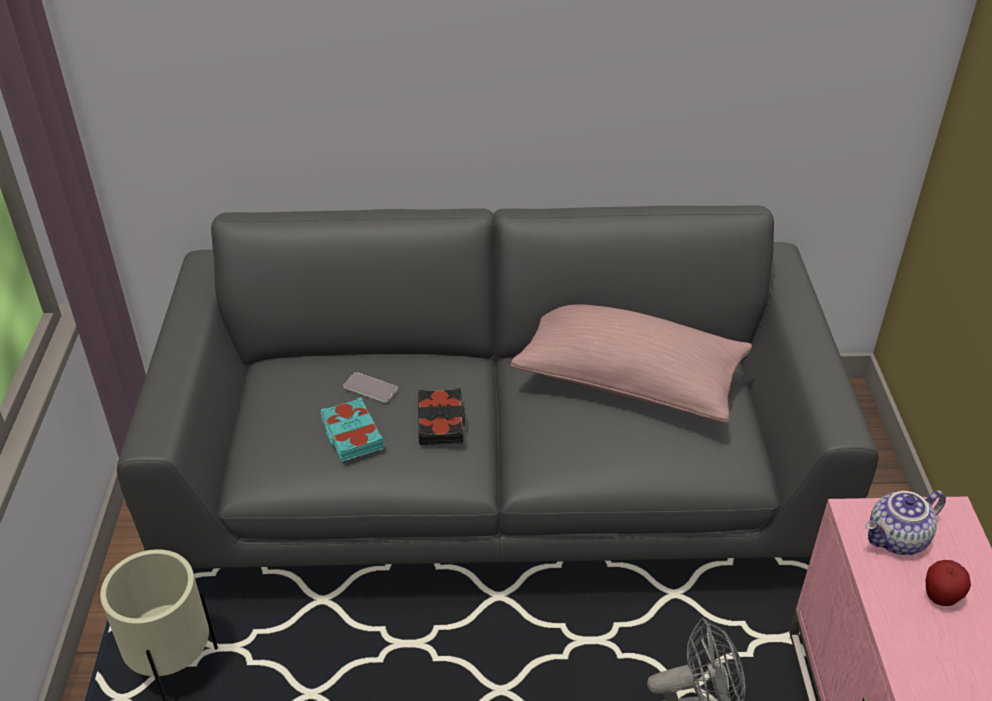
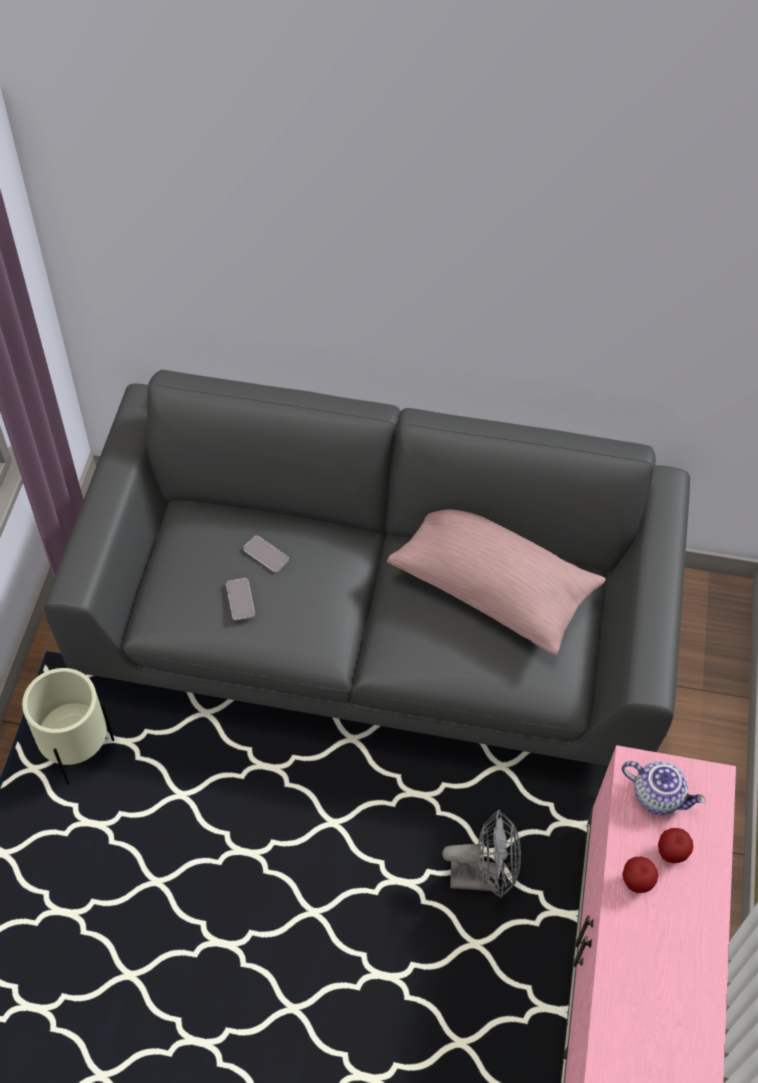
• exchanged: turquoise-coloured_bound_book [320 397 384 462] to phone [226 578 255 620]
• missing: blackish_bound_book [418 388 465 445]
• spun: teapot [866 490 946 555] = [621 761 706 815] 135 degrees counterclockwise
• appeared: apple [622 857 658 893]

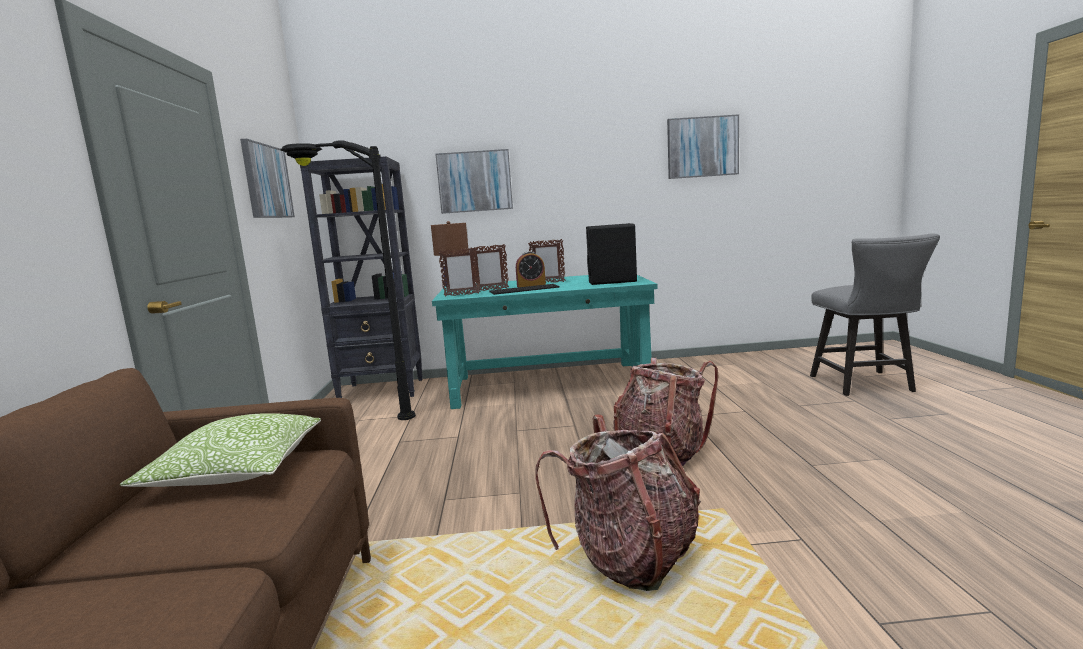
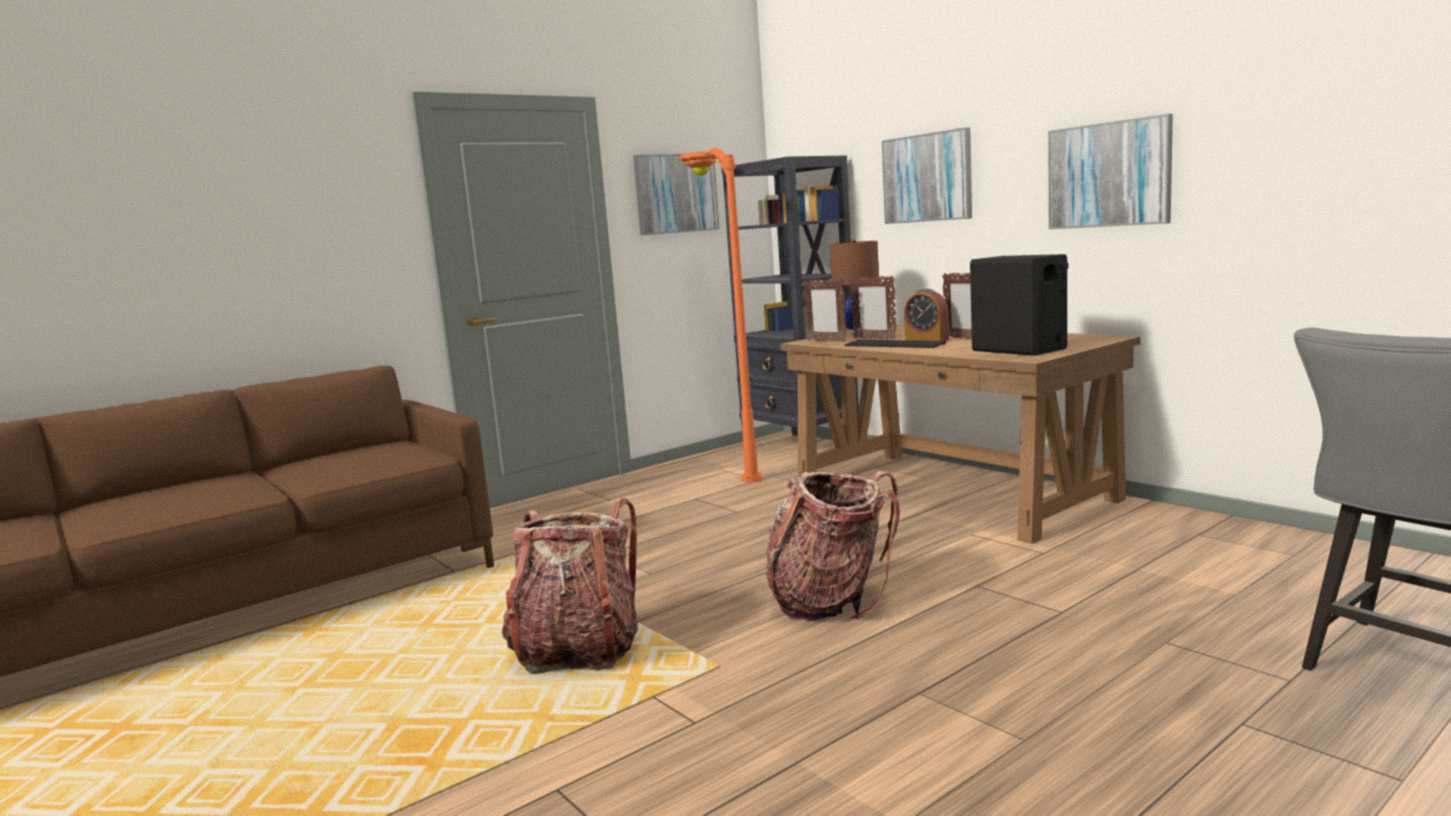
• missing: pillow [120 413 321 487]
• colour: blackish_standard_lamp [280 140 416 420] to orange-coloured_standard_lamp [678 147 763 482]
• colour: turquoise-coloured_desk [432 275 658 409] to brown-coloured_desk [780 325 1141 544]
• relocated: picture [667 114 739 179] to [1048 114 1173 229]

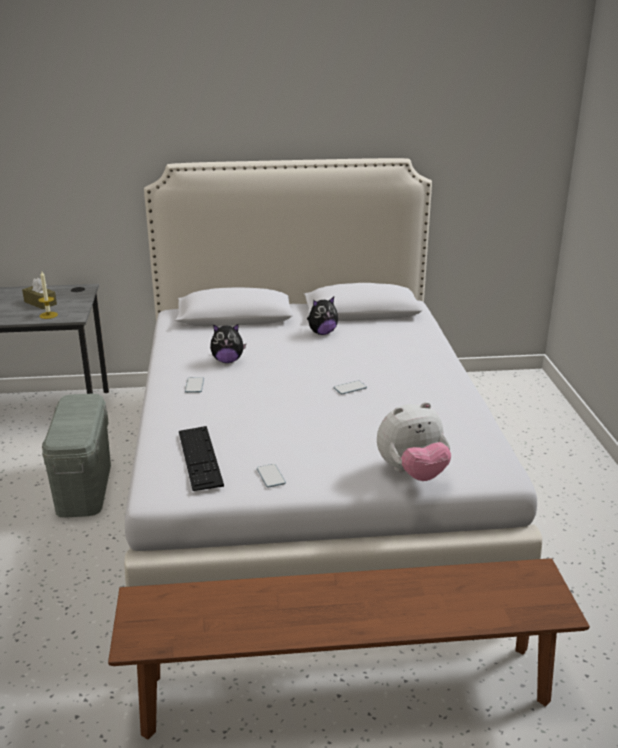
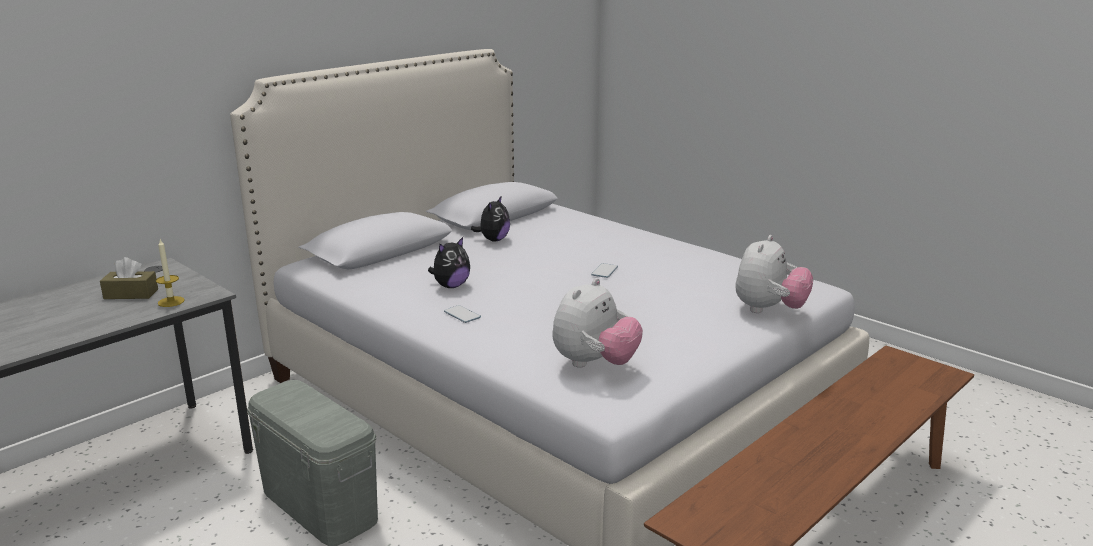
• exchanged: keyboard [179 426 224 491] to plush_toy [552 278 643 368]
• missing: phone [257 464 286 488]

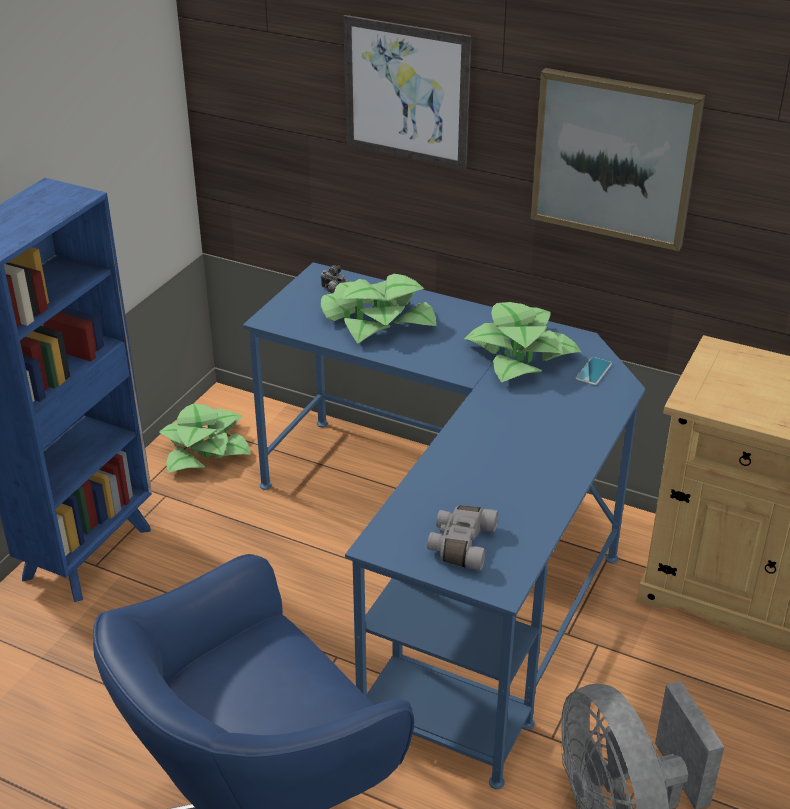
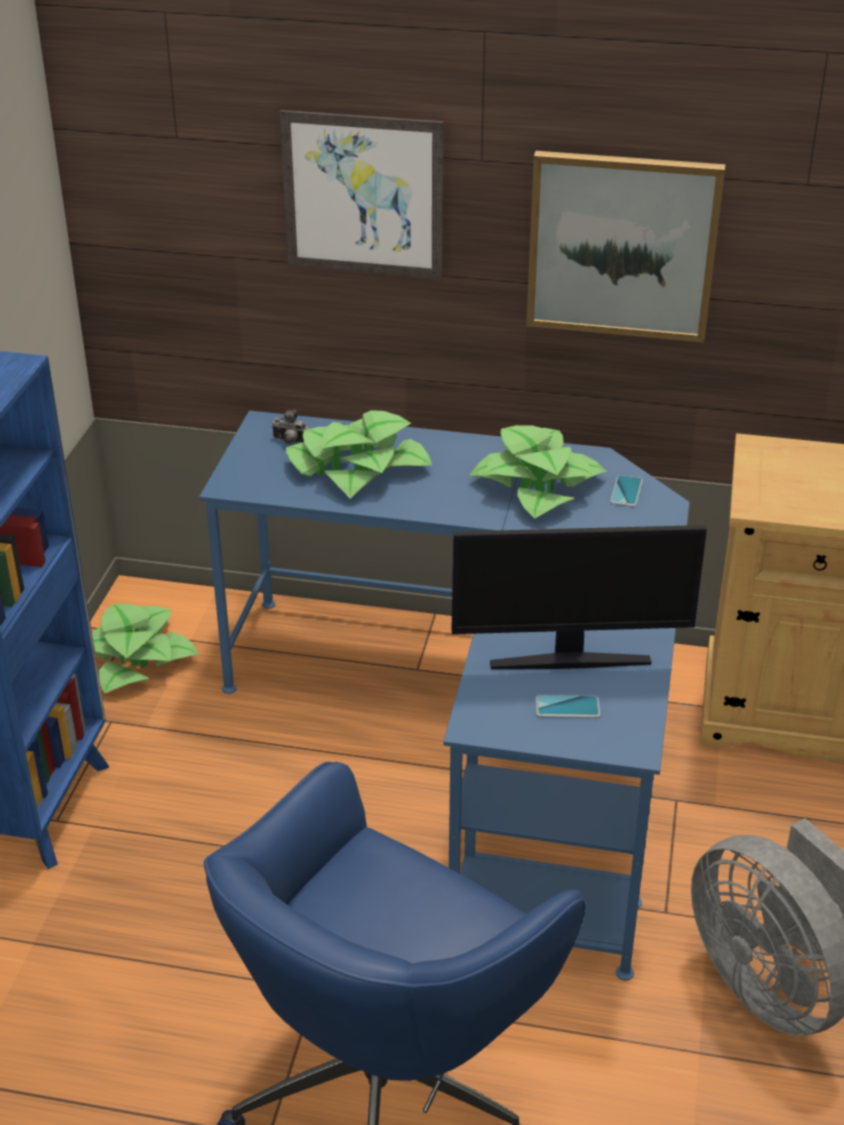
• exchanged: gray_binoculars [427 505 498 570] to phone [536 695 600 718]
• appeared: computer_screen [451 525 707 669]

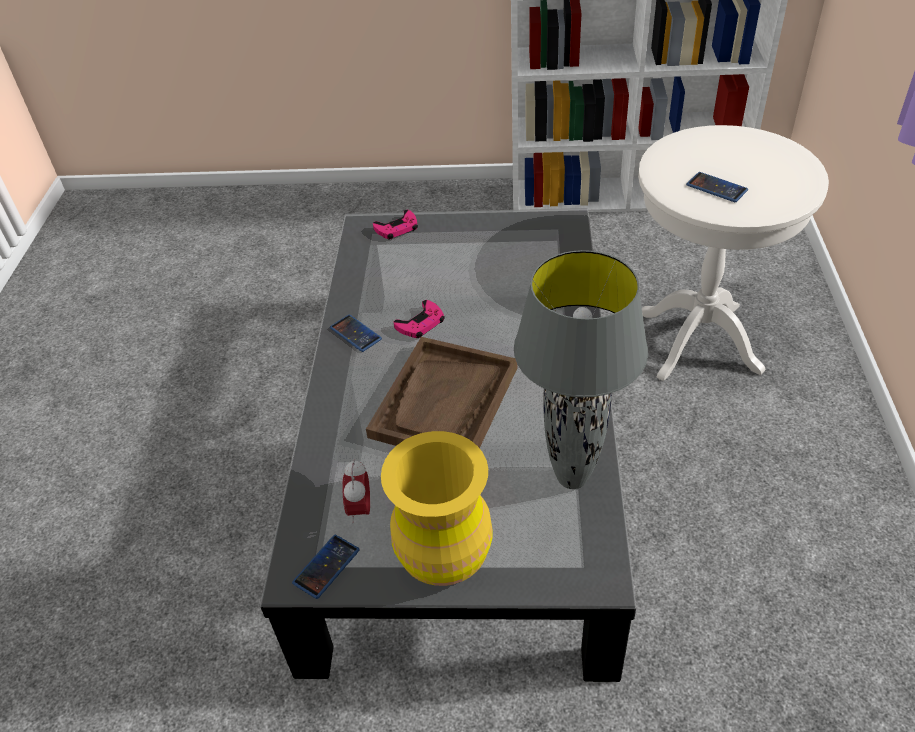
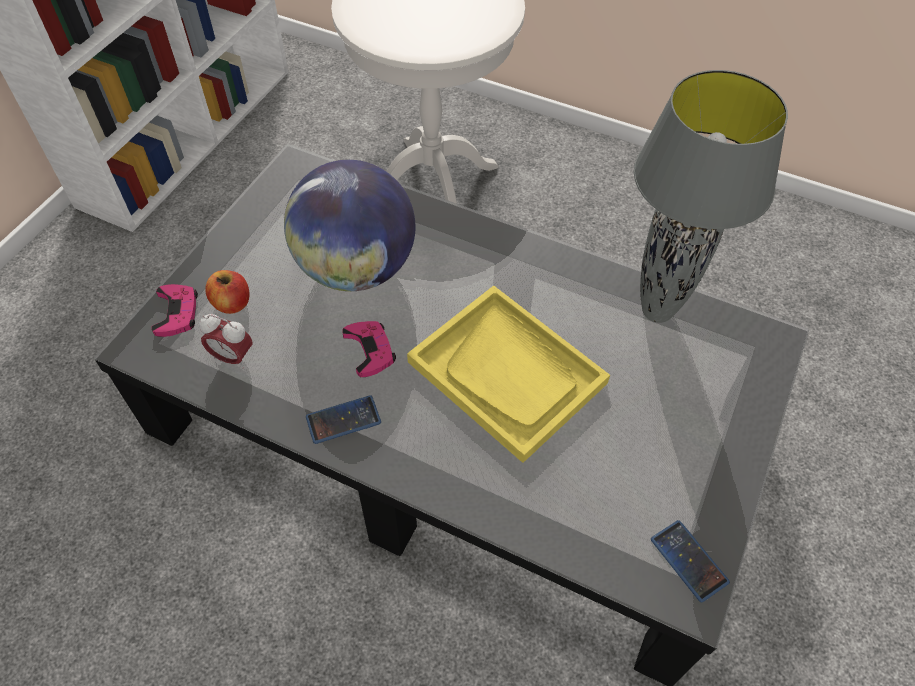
• relocated: bedside_clock [342 460 370 523] to [199 314 253 368]
• colour: brown-coloured_tray [366 337 517 448] to yellowish_tray [407 285 610 463]
• missing: yellowish_vase [381 431 493 586]
• missing: phone [686 172 748 202]
• appeared: apple [205 270 250 314]
• appeared: world_globe [284 160 416 291]

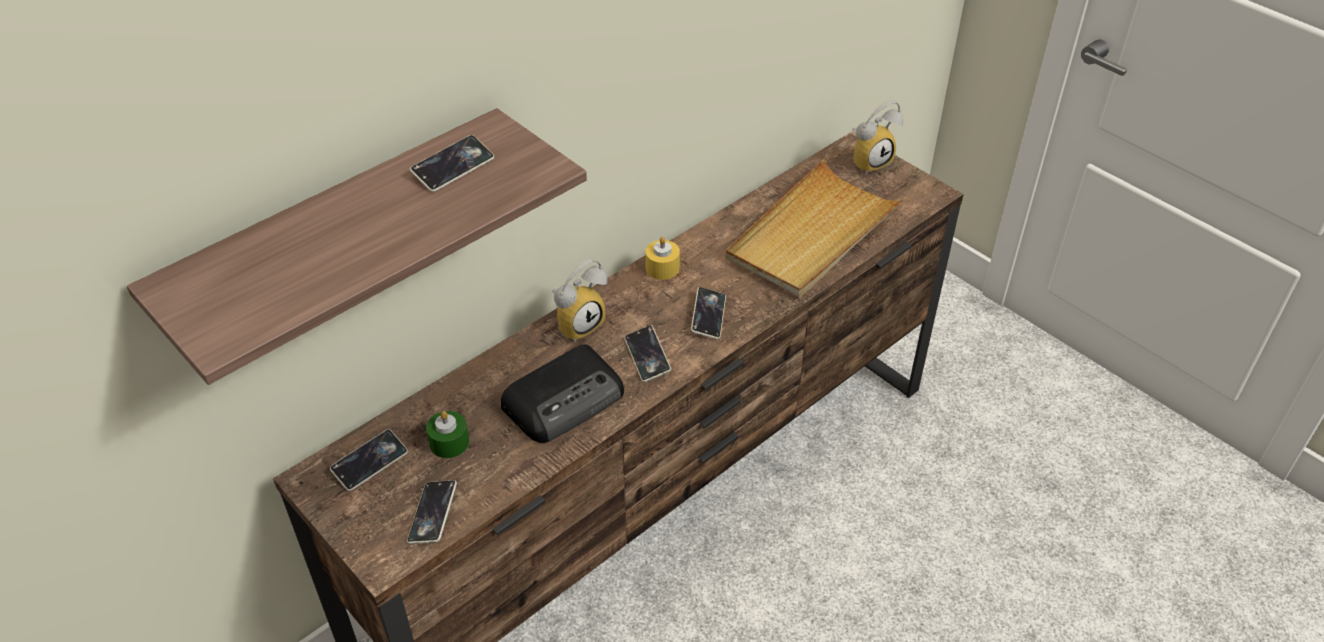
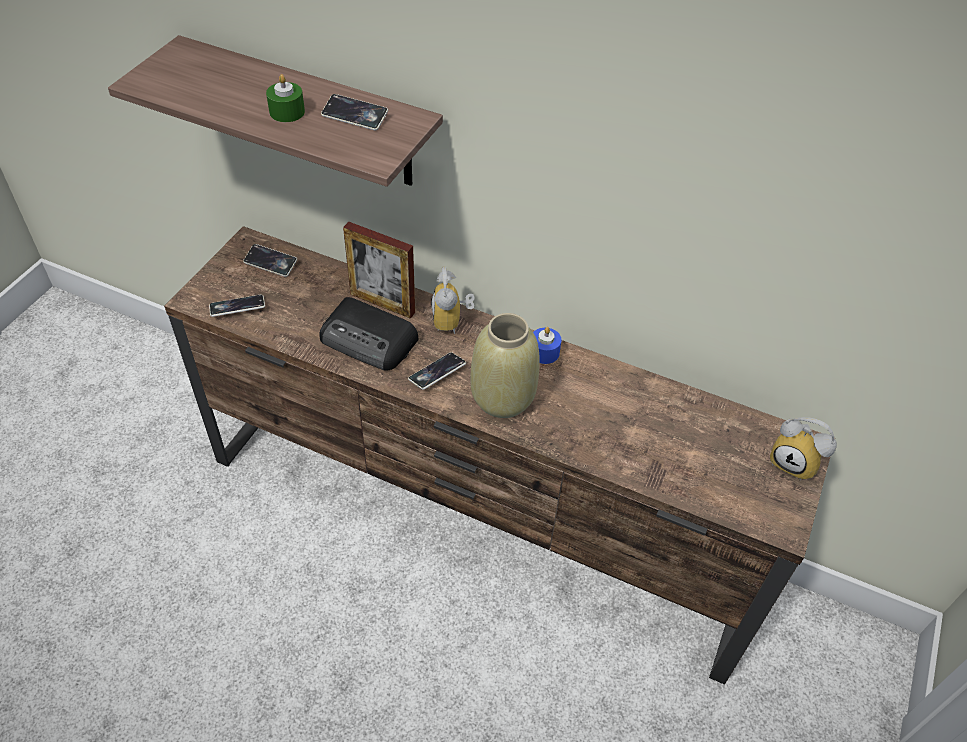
• relocated: green_candle [426 411 469 458] to [266 74 305 122]
• spun: bedside_clock [552 259 607 342] = [431 267 475 334] 60 degrees clockwise
• colour: yellowish_candle [645 237 680 280] to blue_candle [533 327 562 364]
• exchanged: phone [691 287 726 339] to beige-coloured_vase [471 313 540 418]
• missing: beige-coloured_tray [726 159 907 298]
• appeared: photo_frame [343 222 415 319]

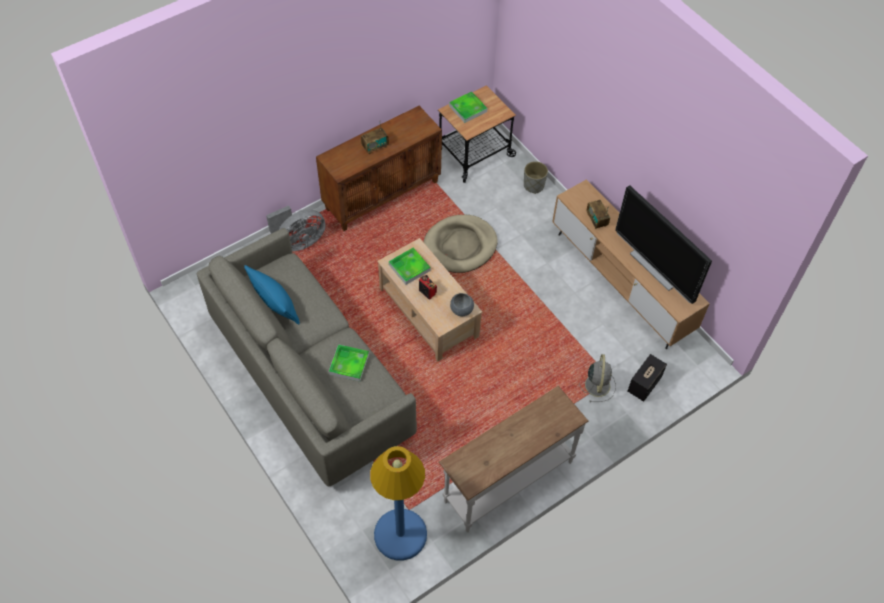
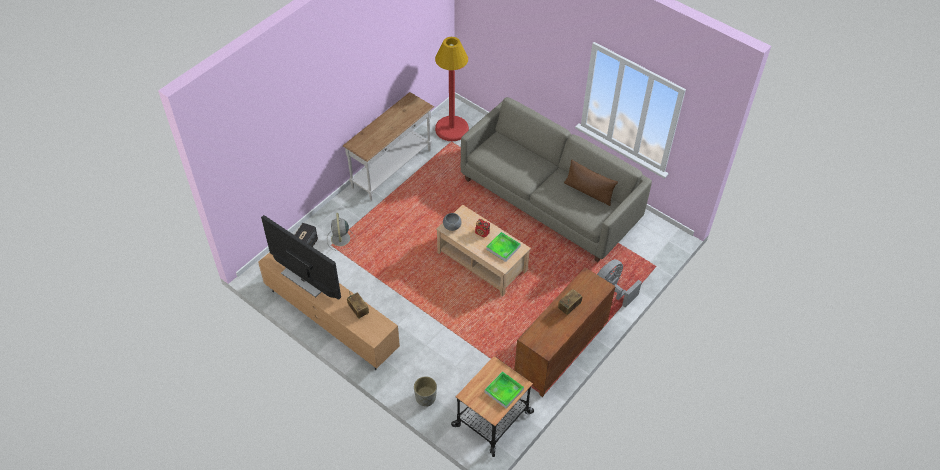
• colour: blue_pillow [244 265 300 325] to brown-coloured_pillow [564 159 618 206]
• missing: tray [329 344 369 382]
• colour: blue_standard_lamp [370 446 427 561] to red_standard_lamp [435 37 469 141]
• missing: beige-coloured_dog_bed [424 215 498 273]

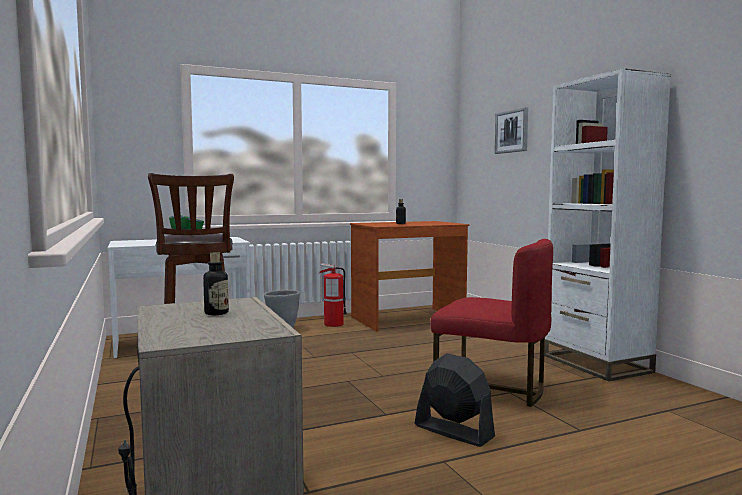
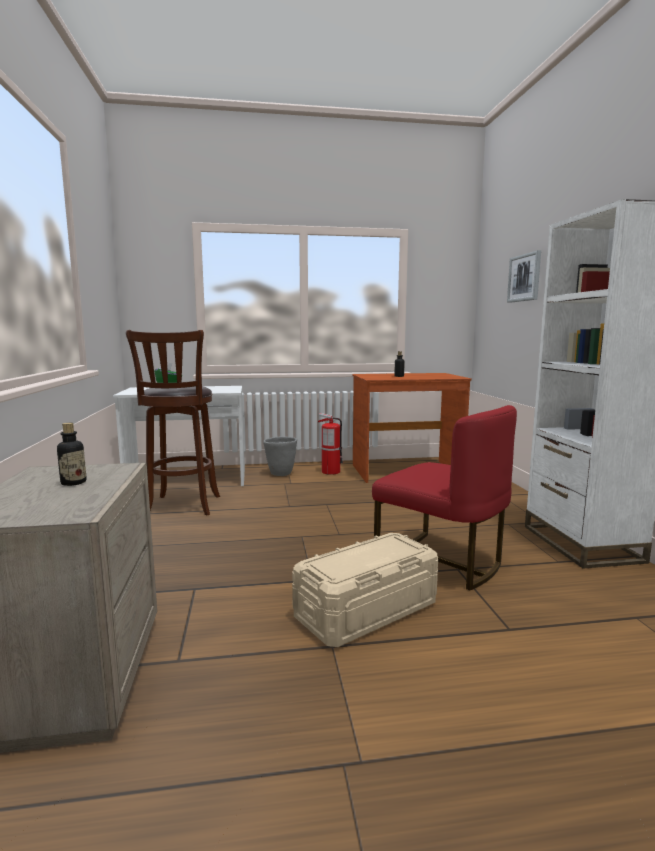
• exchanged: blackish_cooling_fan [415 353 495 447] to beige-coloured_storage_bin [292 533 438 647]

